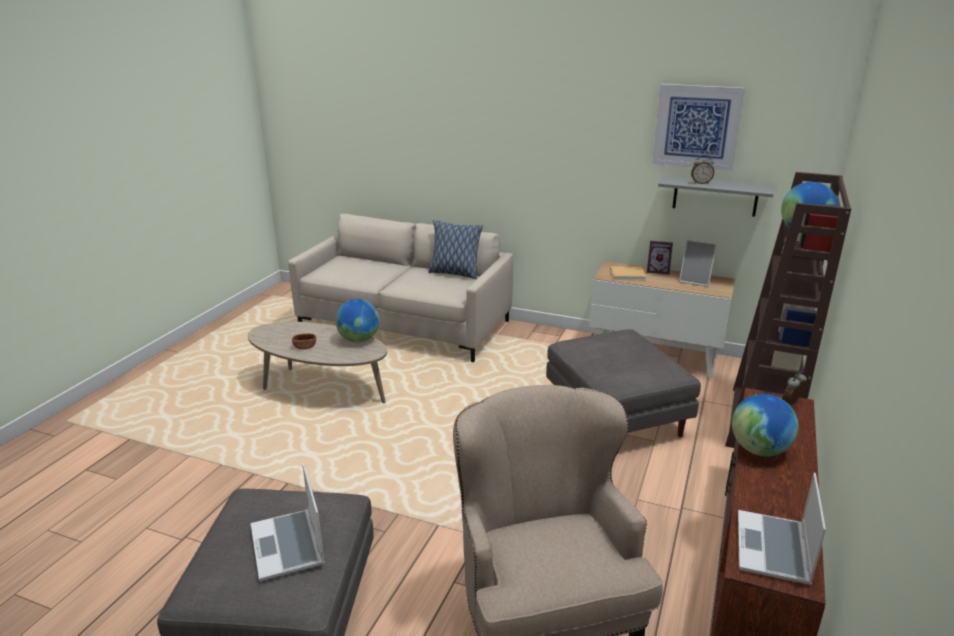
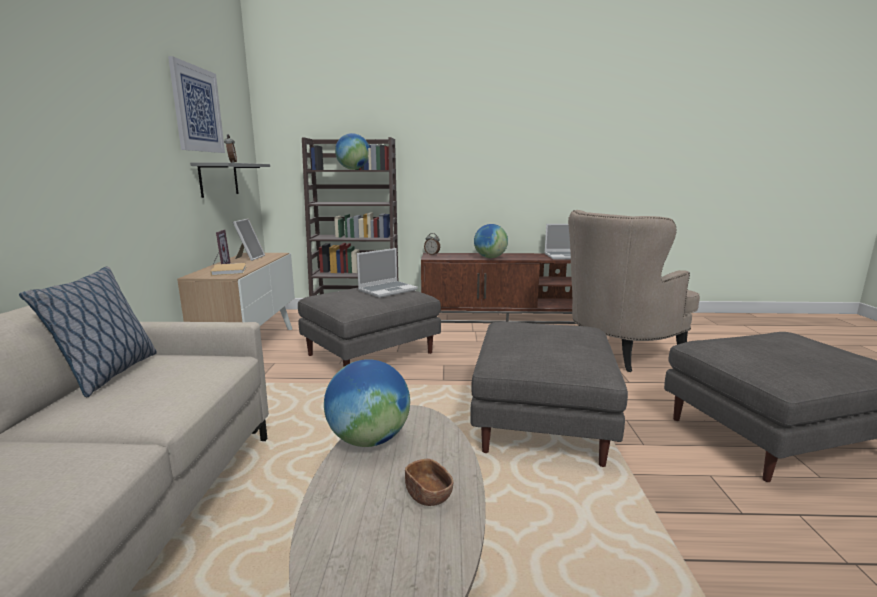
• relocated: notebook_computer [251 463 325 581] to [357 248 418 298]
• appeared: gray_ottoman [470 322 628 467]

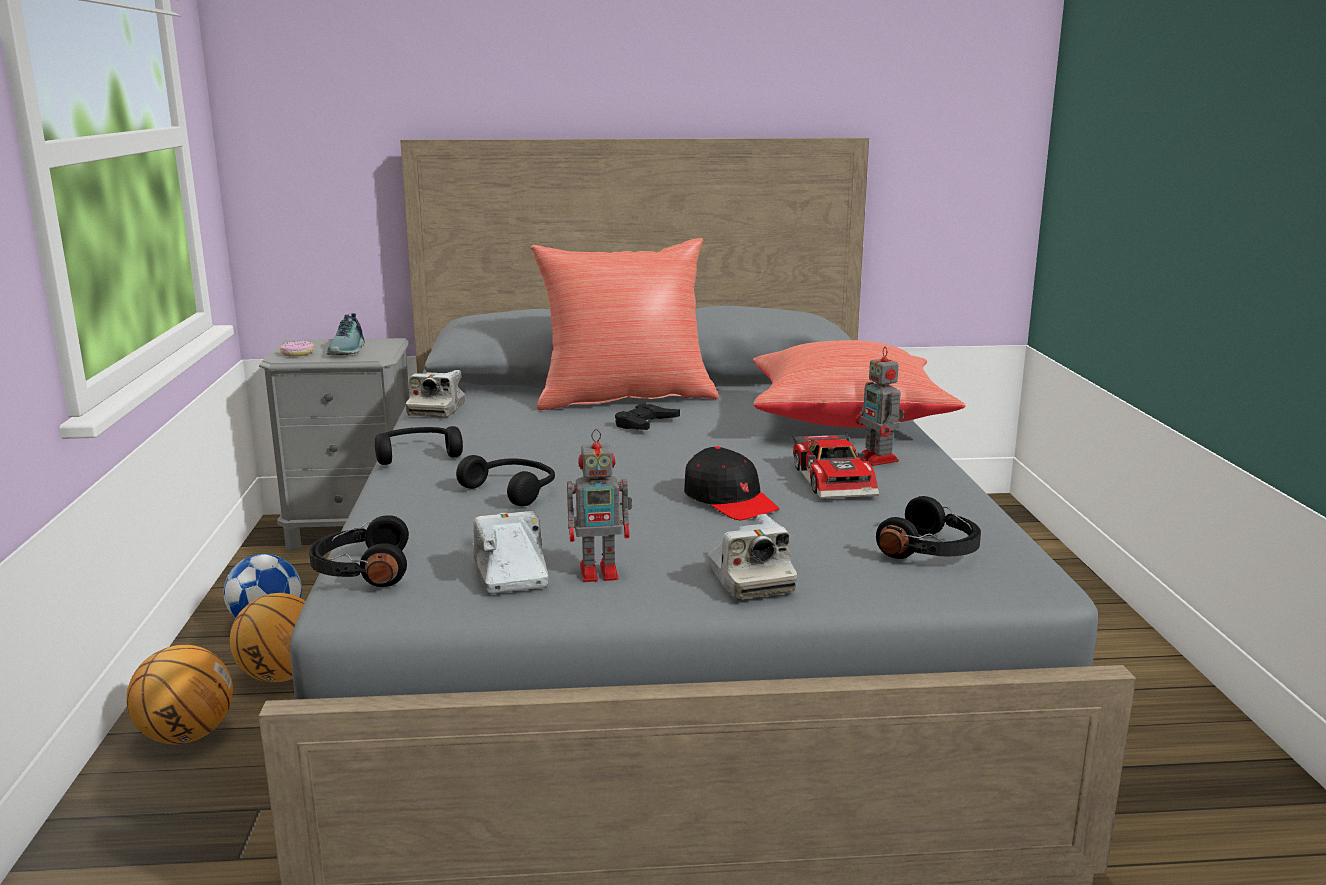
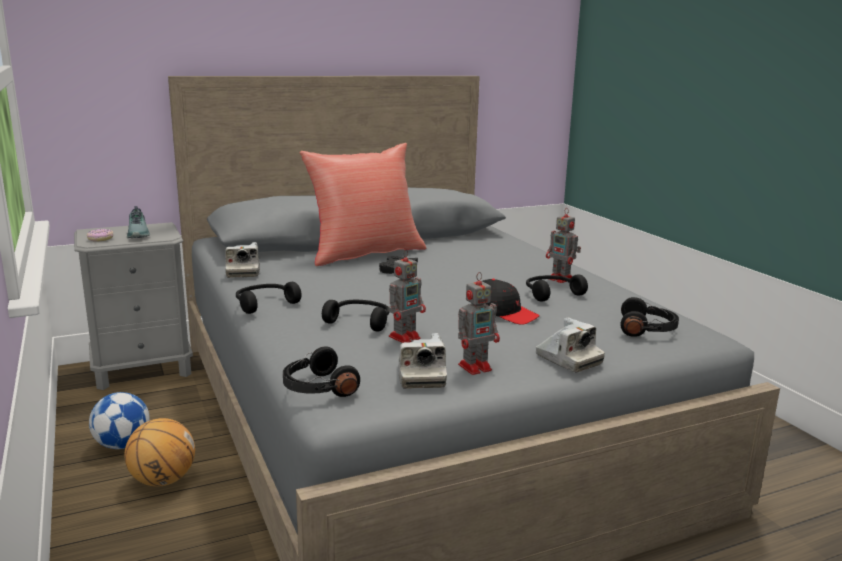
• missing: basketball_ball [126 645 233 744]
• spun: still_camera [472 511 548 594] = [398 333 447 389] 150 degrees counterclockwise
• missing: red_pillow [753 340 965 427]
• exchanged: model_car [793 433 879 499] to blackish_headphones [526 275 588 302]
• appeared: robot_figure [388 250 426 343]

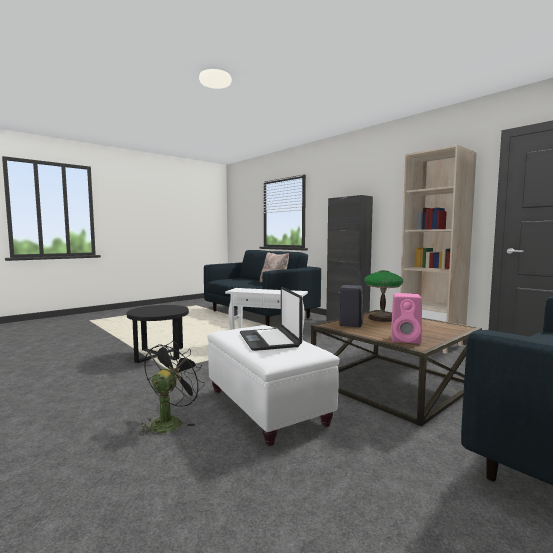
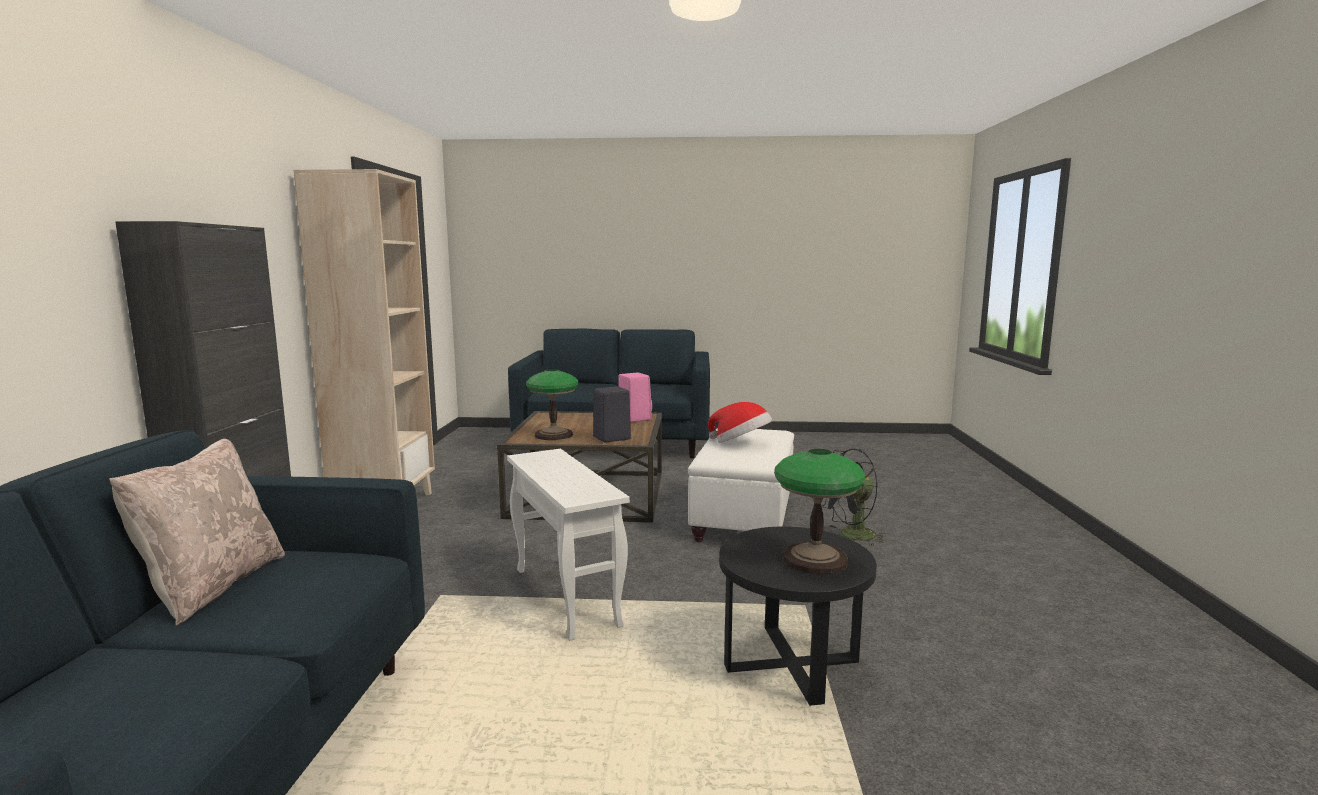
• exchanged: notebook_computer [240 287 303 351] to hat [708 402 772 443]
• appeared: table_lamp [774 449 865 574]

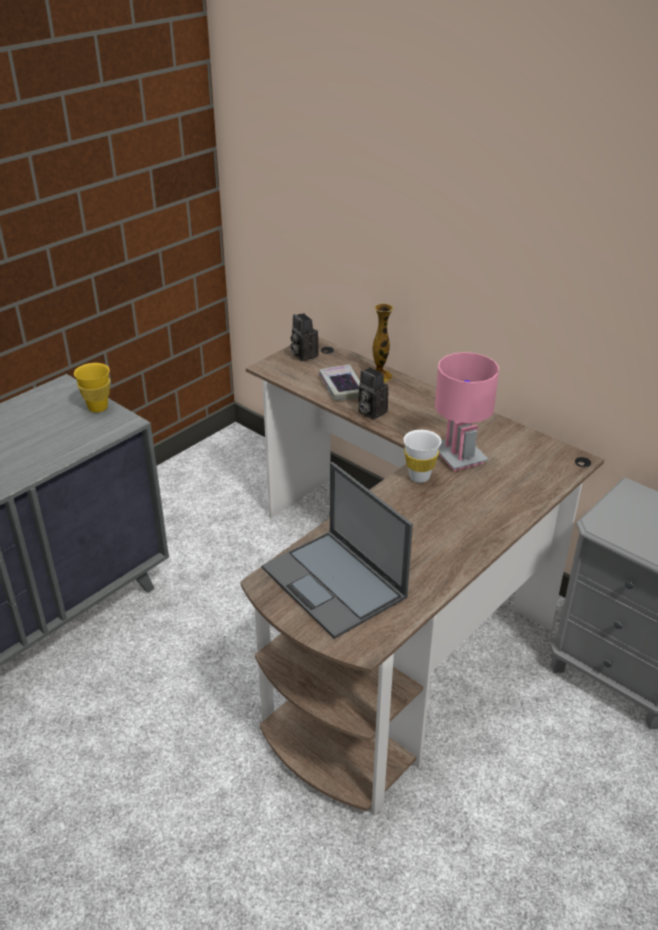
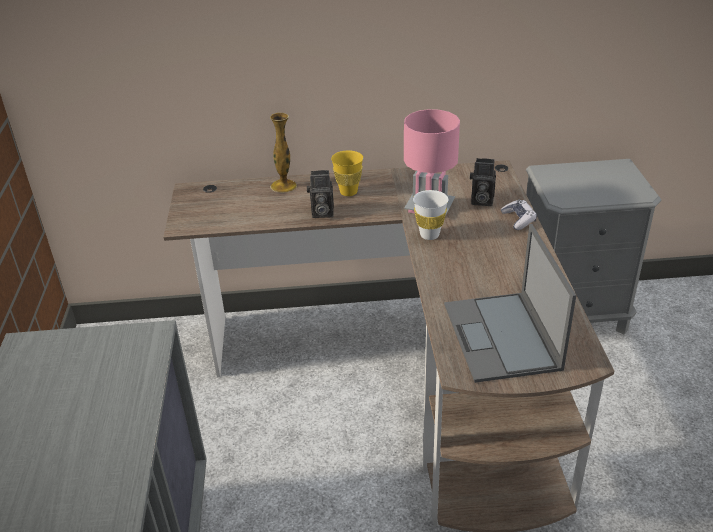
• relocated: yellowish_small_cup [74 363 110 413] to [331 151 363 196]
• spun: notebook_computer [261 462 413 639] = [444 224 576 383] 75 degrees clockwise
• relocated: still_camera [291 313 319 361] to [470 158 496 206]
• missing: bound_book [319 364 360 400]
• appeared: game_controller [501 199 537 230]

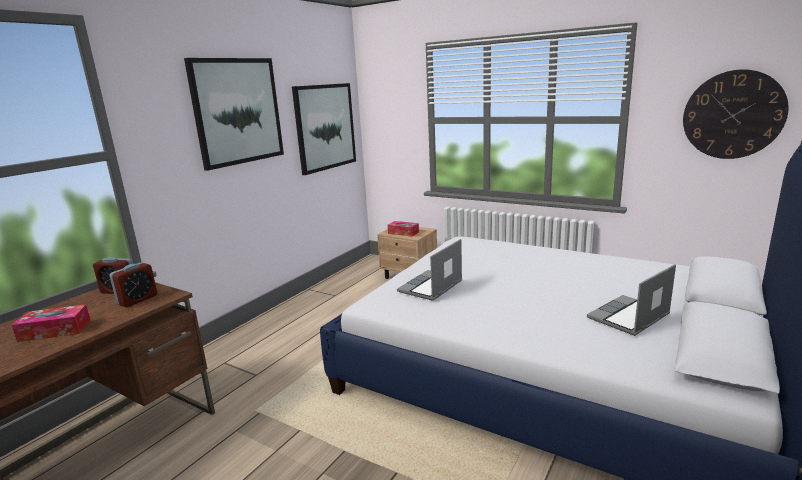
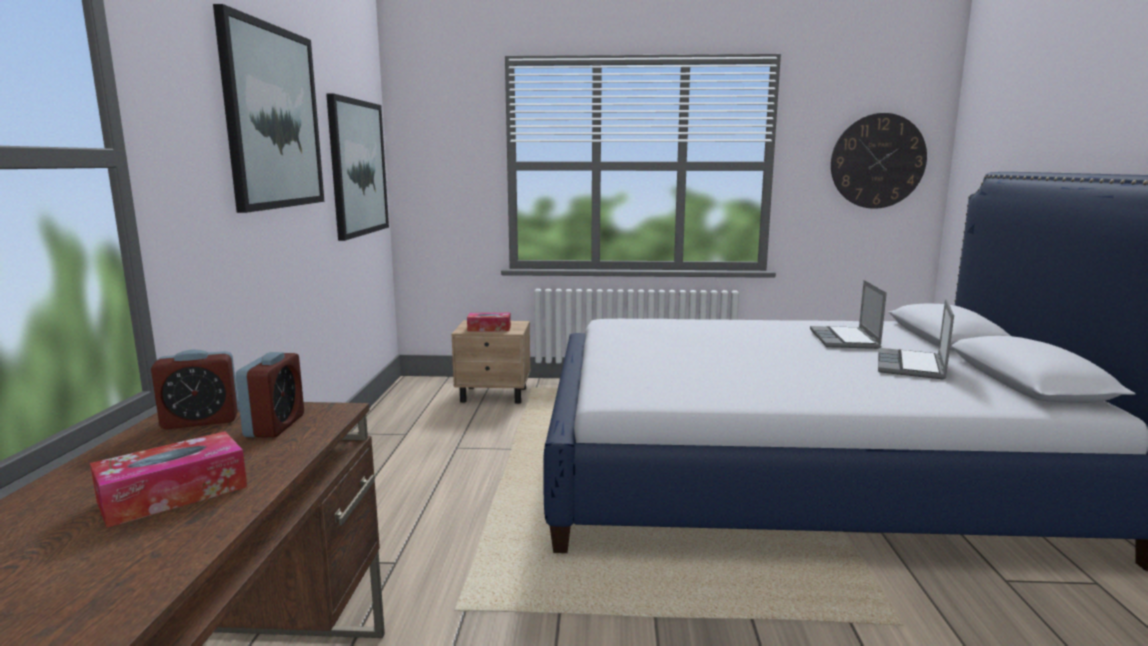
• relocated: notebook_computer [397 239 462 301] to [810 280 887 349]

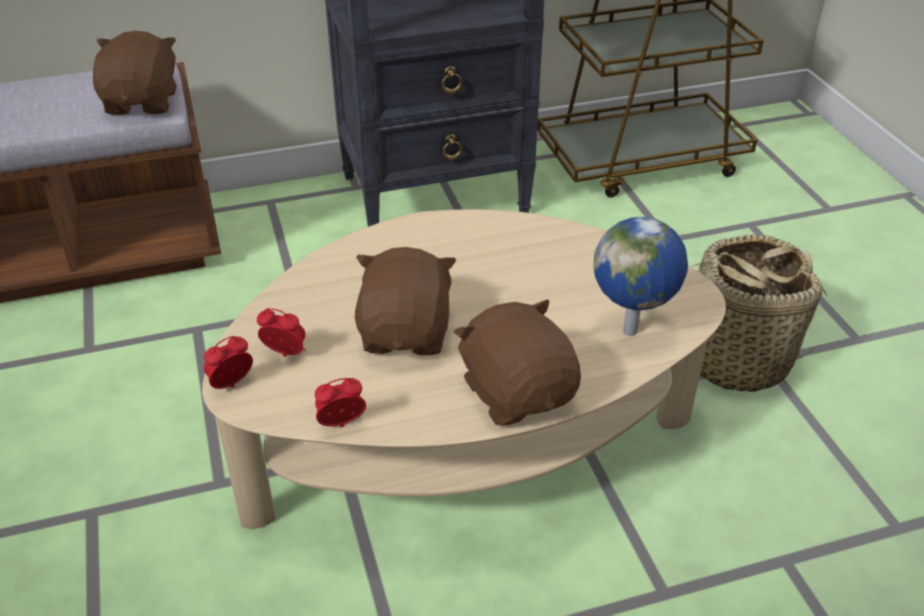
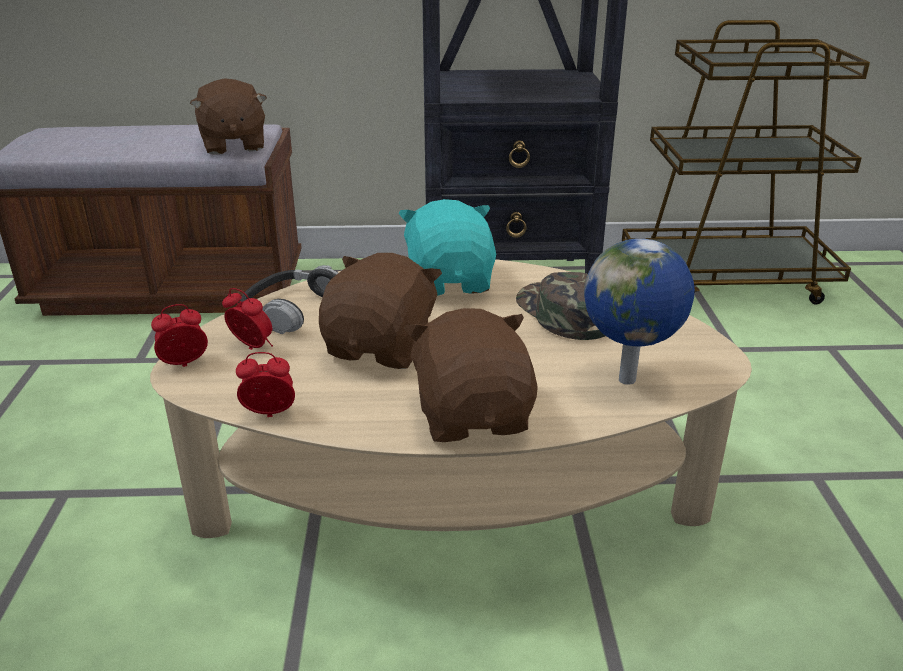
• spun: brown-coloured_plush_toy [93 31 177 115] = [190 78 267 155] 150 degrees clockwise
• missing: storage_basket [690 234 827 392]
• appeared: headphones [240 265 338 334]
• appeared: turquoise-coloured_plush_toy [398 199 496 296]
• appeared: green_peaked_cap [516 272 605 340]

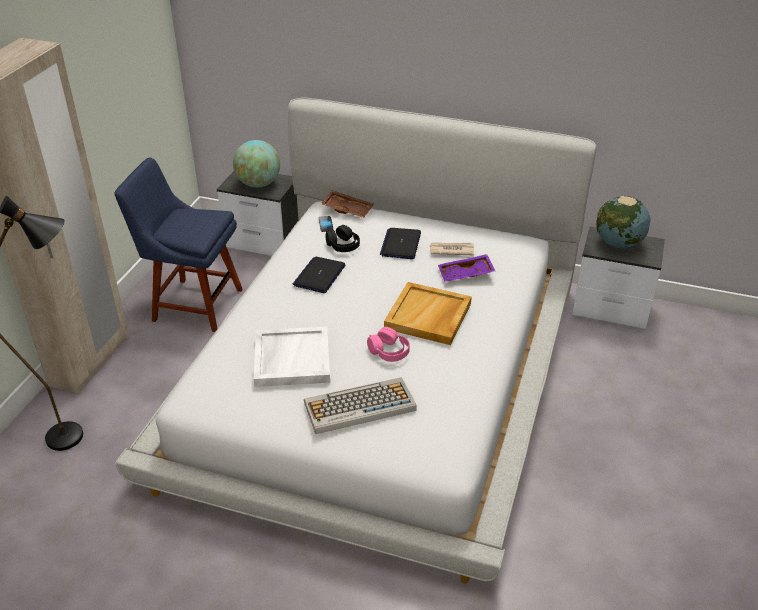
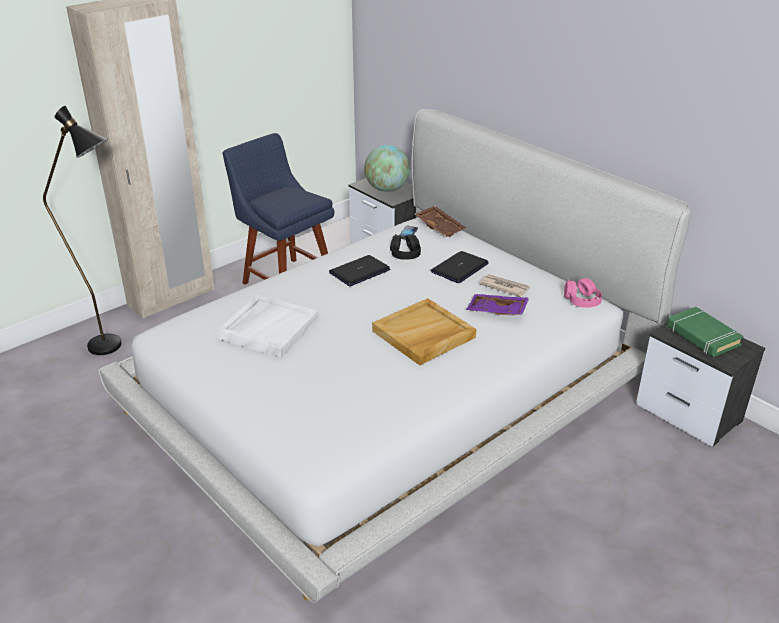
• missing: keyboard [304 377 416 434]
• relocated: pink_headphones [367 327 410 362] to [564 278 602 308]
• exchanged: world_globe [596 196 651 249] to green_bound_book [667 307 744 357]

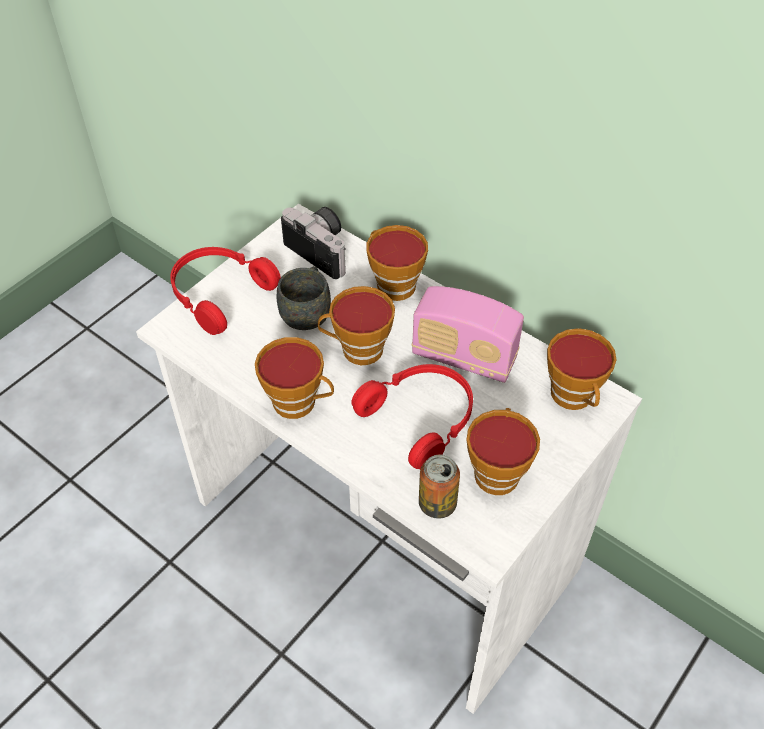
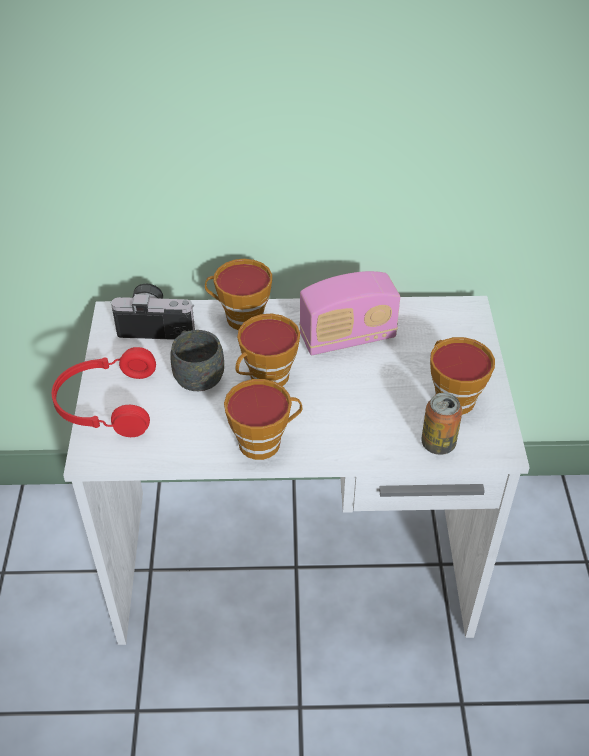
• missing: red_headphones [351 364 473 469]
• missing: small_cup [547 328 616 410]

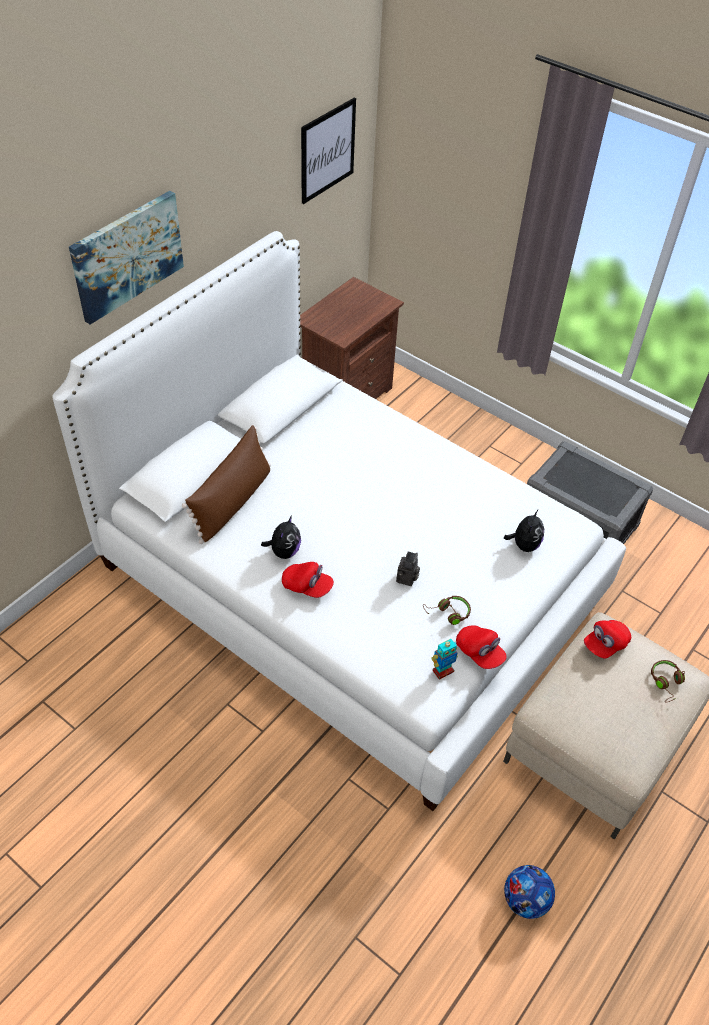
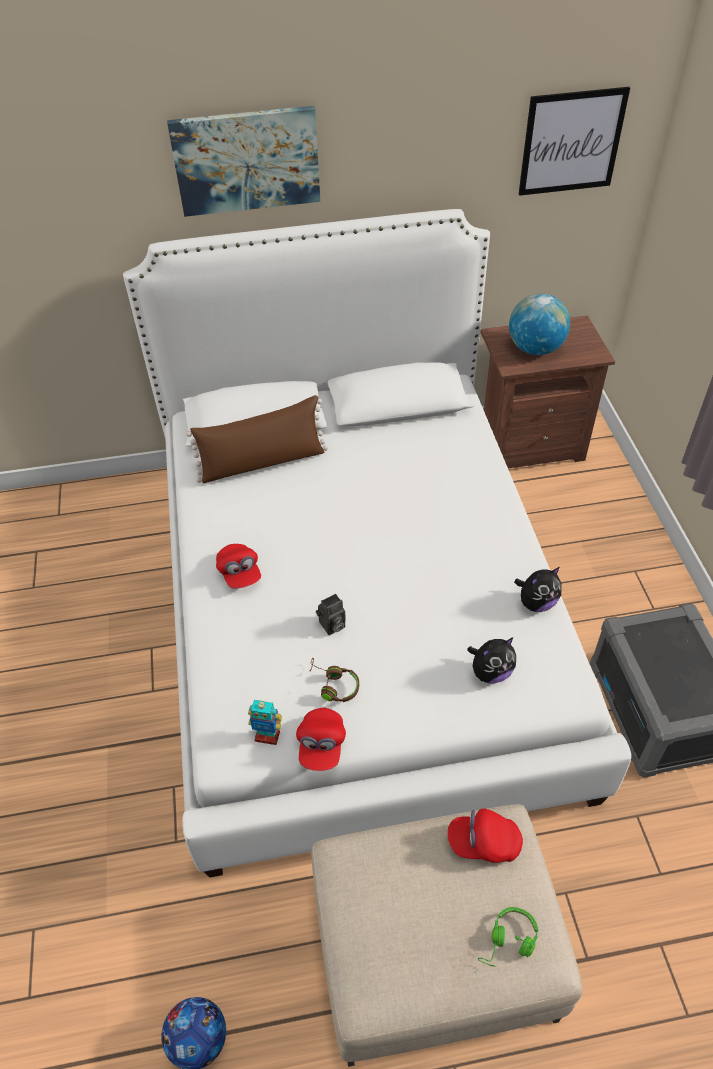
• relocated: plush_toy [261 516 301 559] to [514 567 562 612]
• colour: brown-coloured_headphones [651 660 685 702] to green_headphones [478 907 538 967]
• appeared: world_globe [509 294 570 355]

